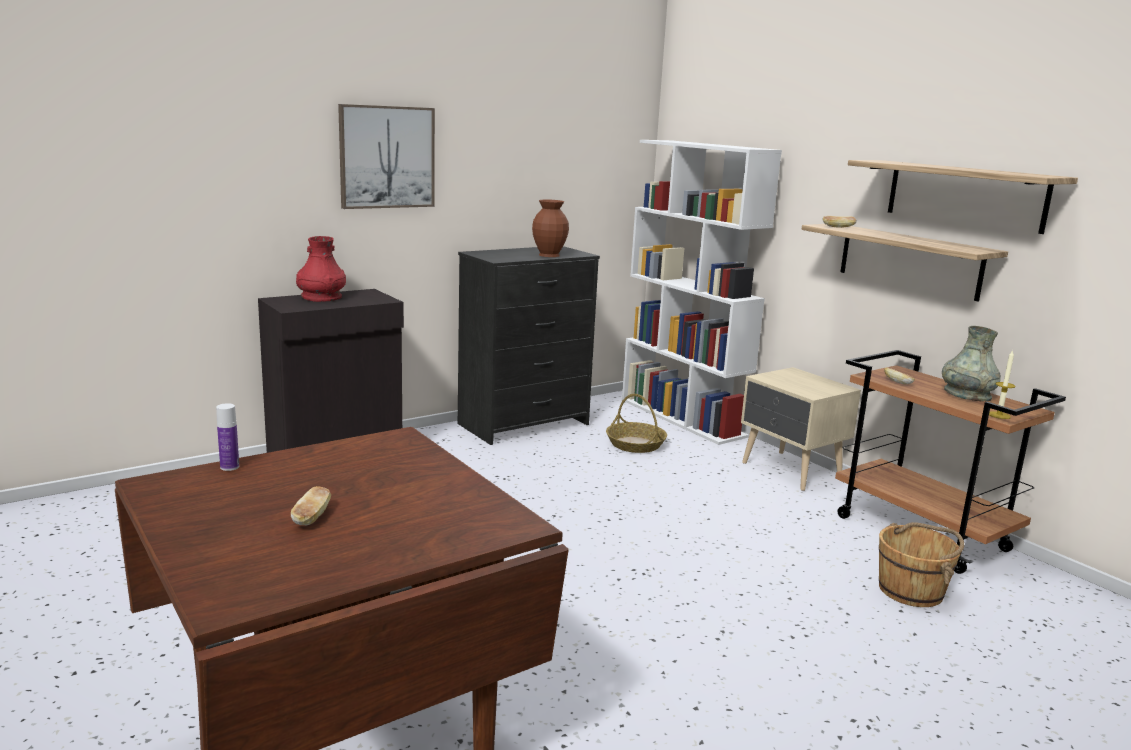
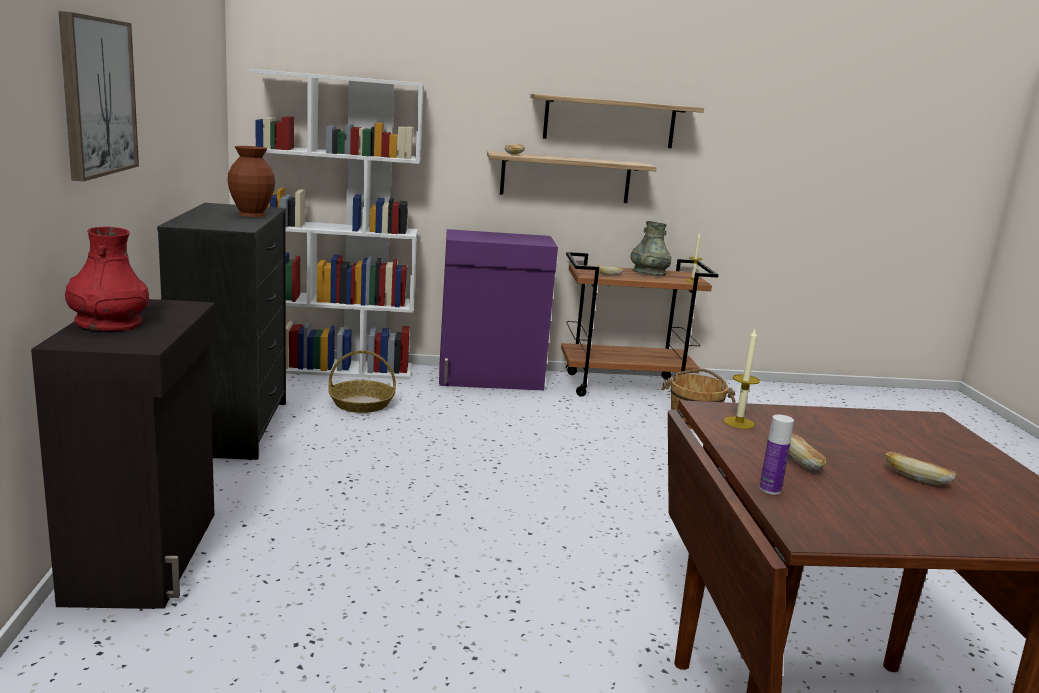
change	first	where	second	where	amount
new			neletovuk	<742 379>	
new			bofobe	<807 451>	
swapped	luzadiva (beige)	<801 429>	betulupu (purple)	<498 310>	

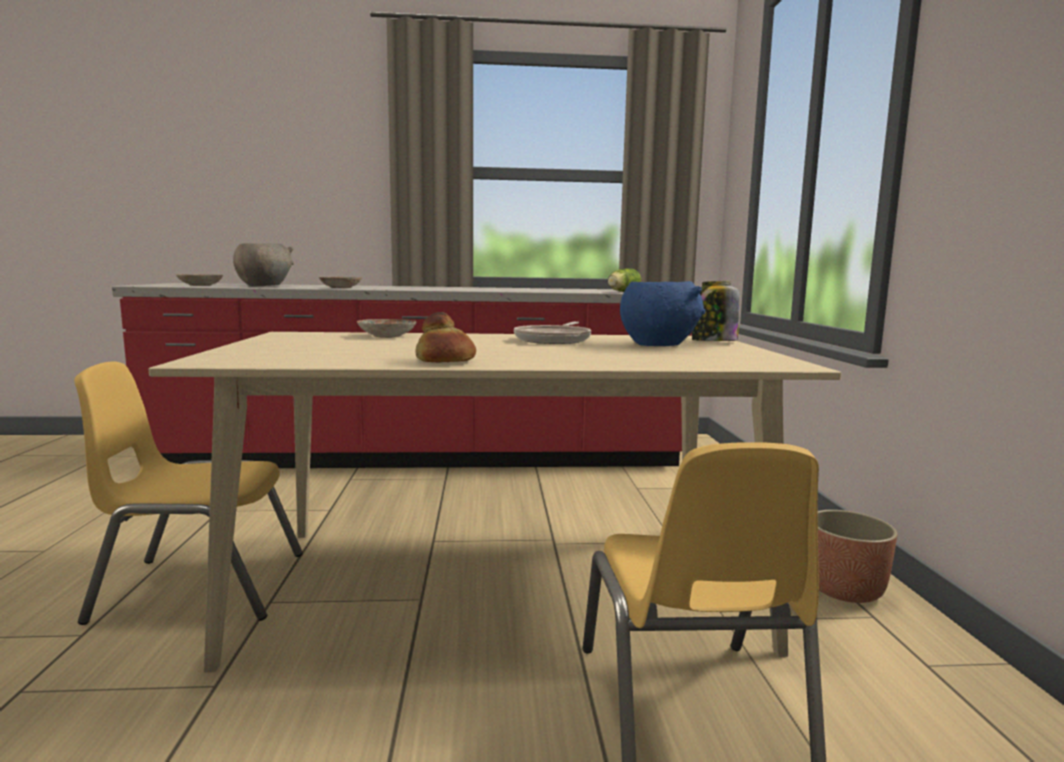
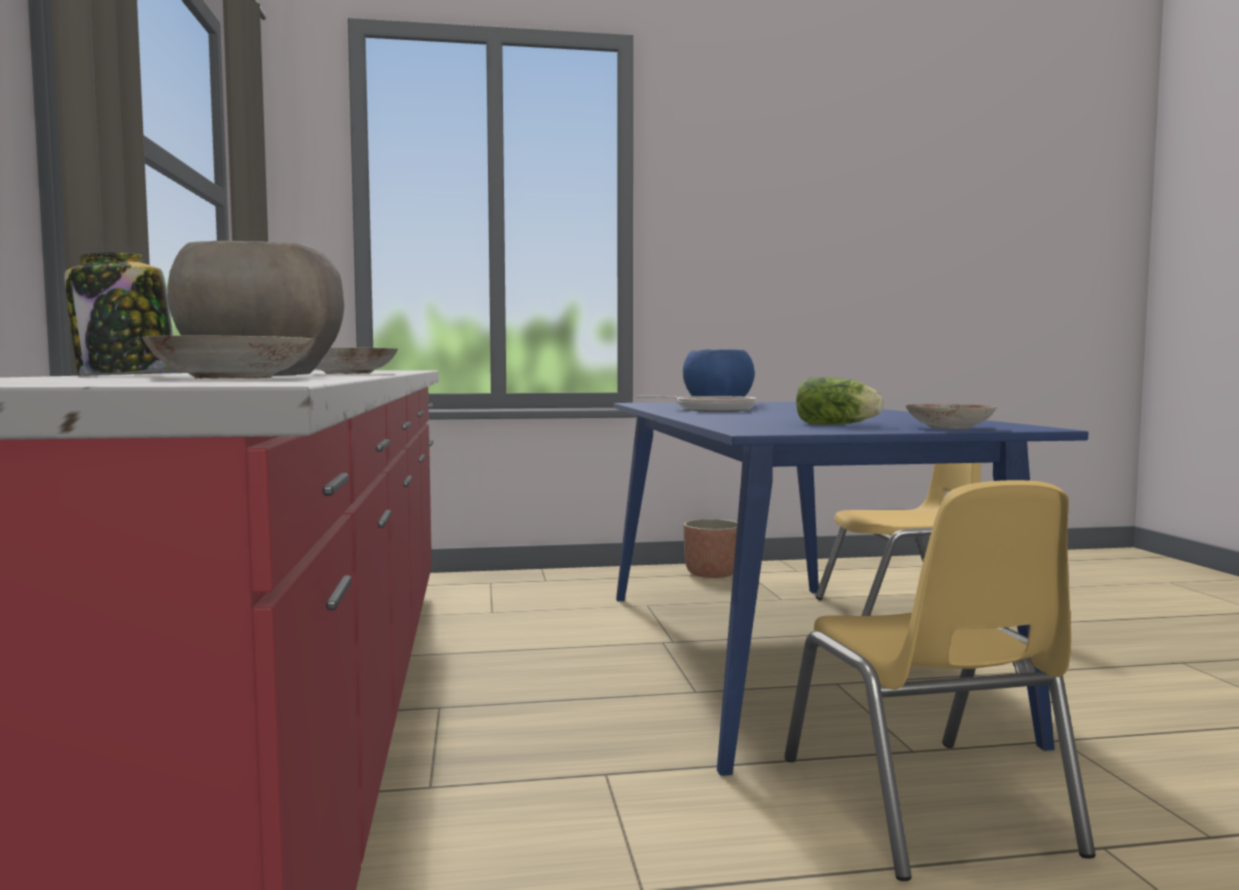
change	first	where	second	where	amount
gone	bofobe	<445 337>			
shifted	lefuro	<387 328>		<951 416>	
shifted	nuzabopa	<624 280>		<840 401>	
shifted	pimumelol	<715 311>		<119 314>	
repainted	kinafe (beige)	<495 502>	kinafe (blue)	<851 589>	

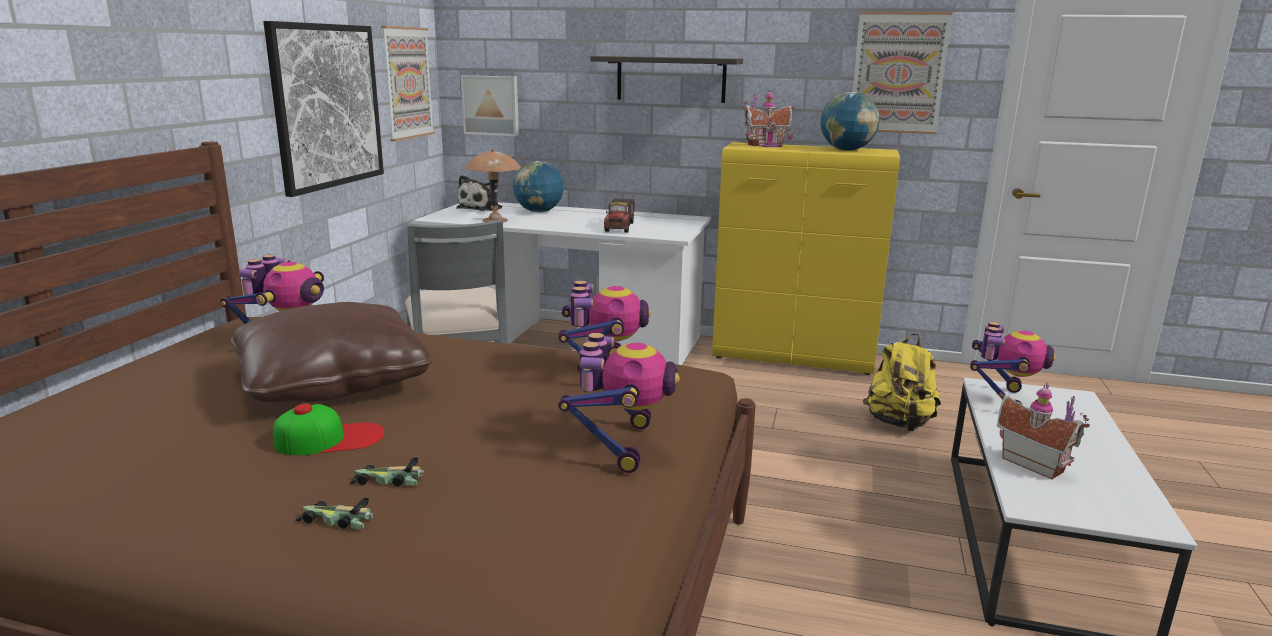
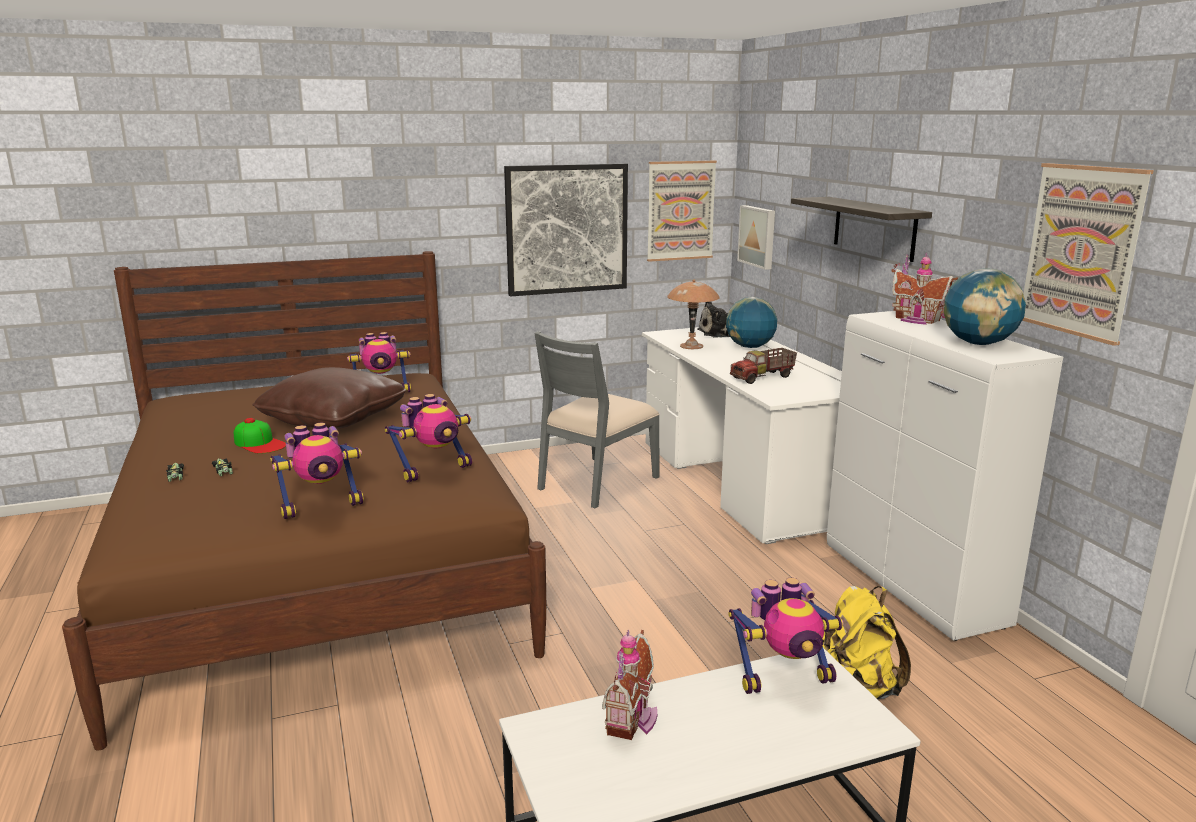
change	first	where	second	where	amount
repainted	betulupu (yellow)	<806 258>	betulupu (white)	<945 476>	

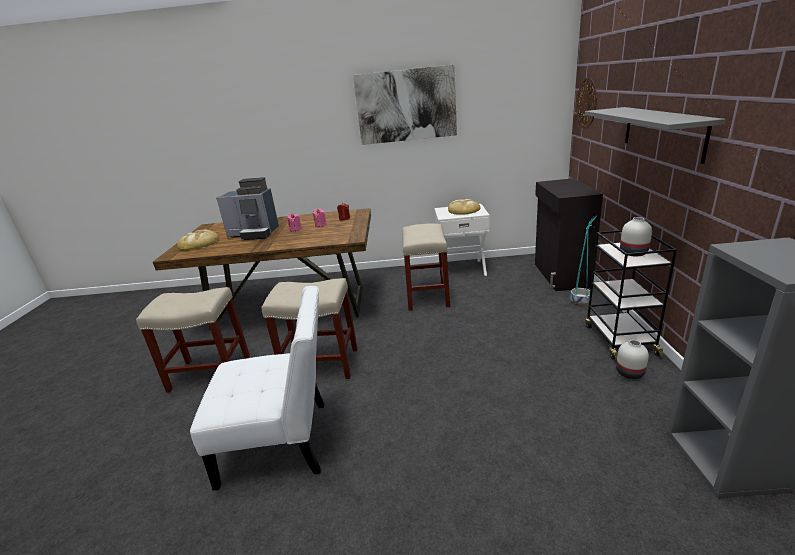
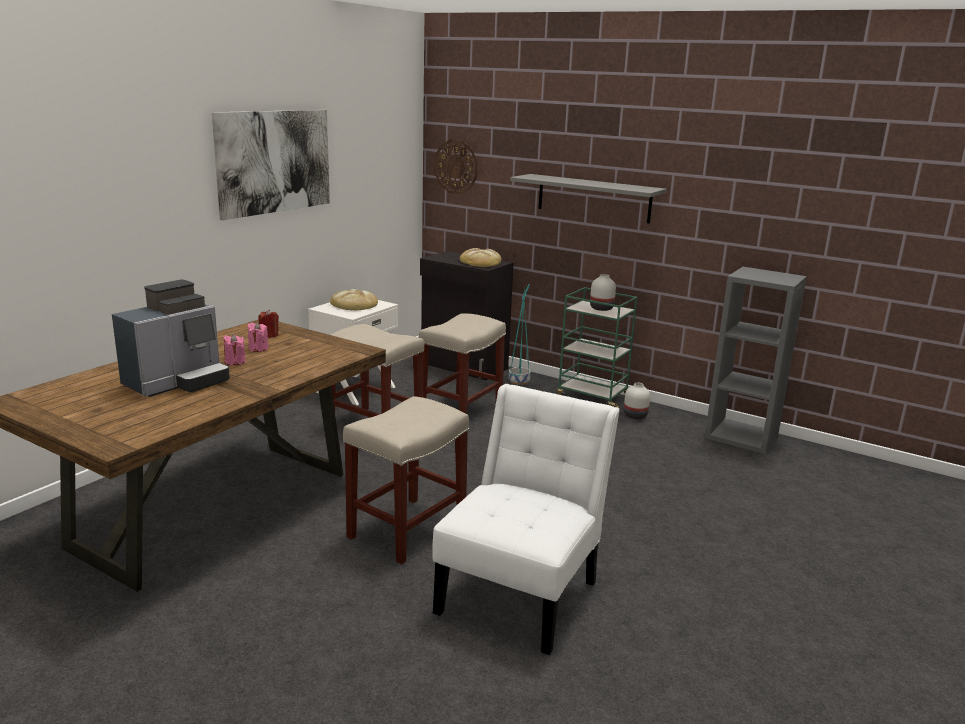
change	first	where	second	where	amount
shifted	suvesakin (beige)	<193 339>		<462 363>	
shifted	bofobe	<198 240>		<480 257>	
repainted	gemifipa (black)	<631 295>	gemifipa (green)	<597 347>	

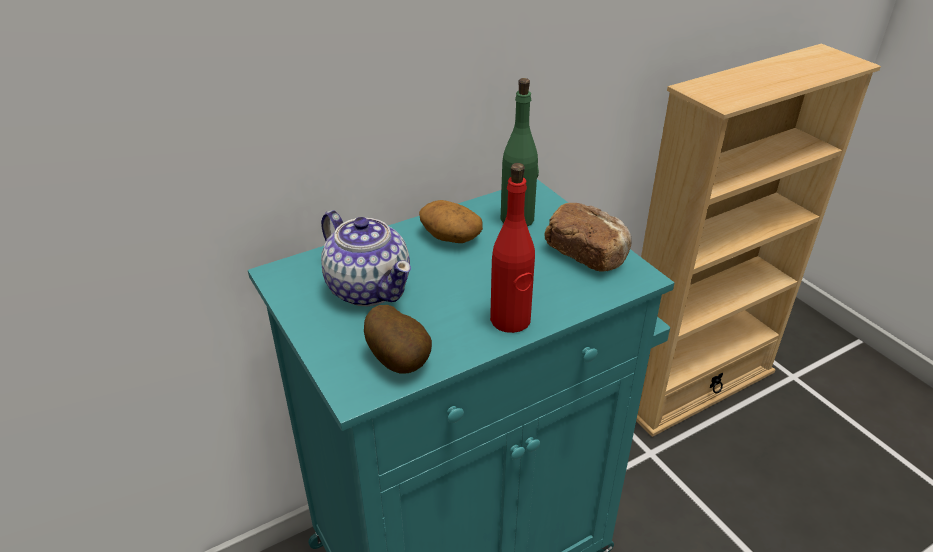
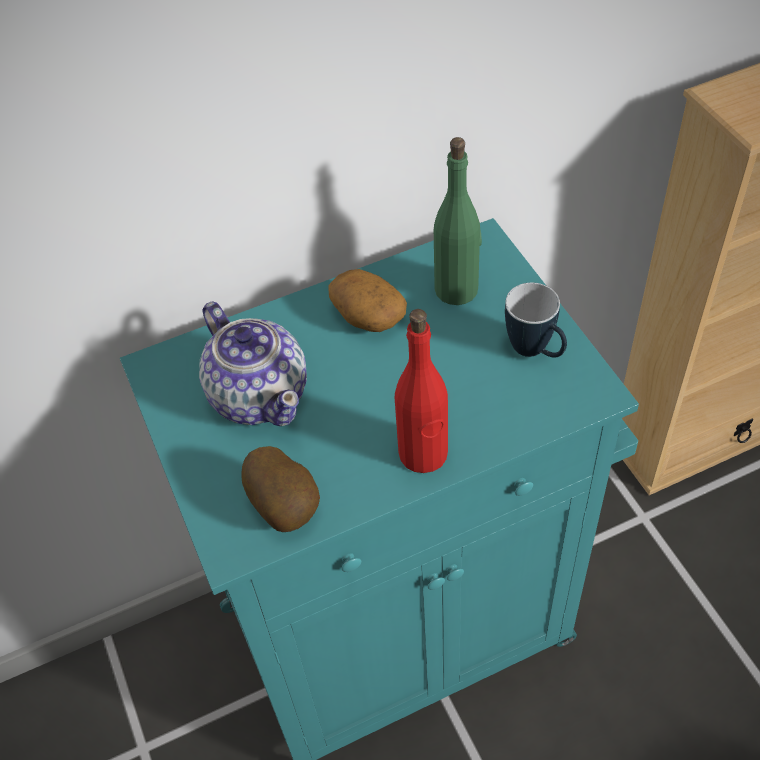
change	first	where	second	where	amount
swapped	bofobe	<588 237>	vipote	<536 320>	

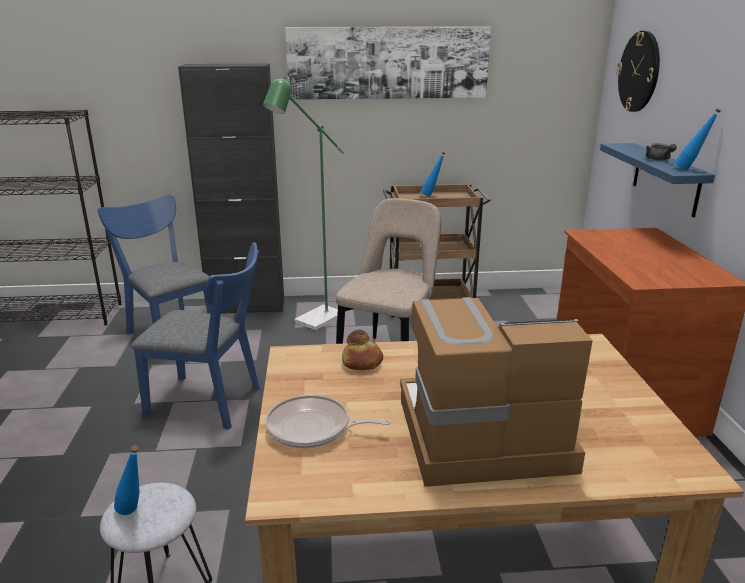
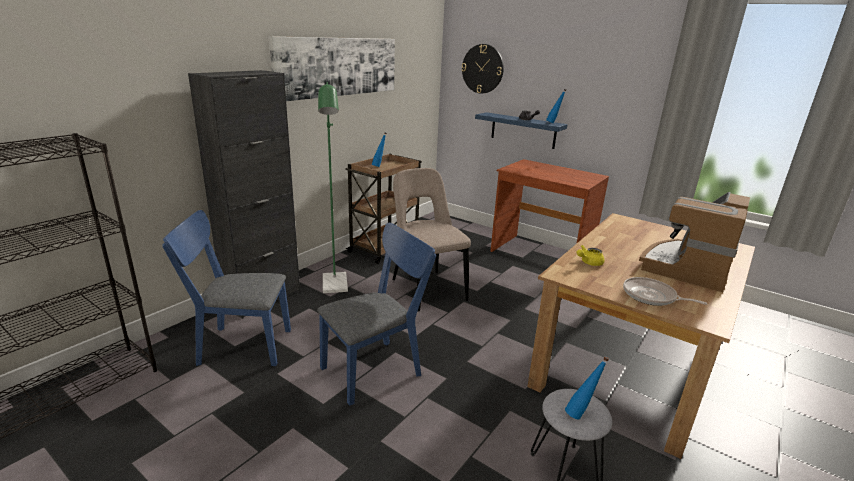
change	first	where	second	where	amount
swapped	bofobe	<362 350>	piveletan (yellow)	<590 255>	
rotated	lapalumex	<328 422>		<665 291>	75 degrees clockwise

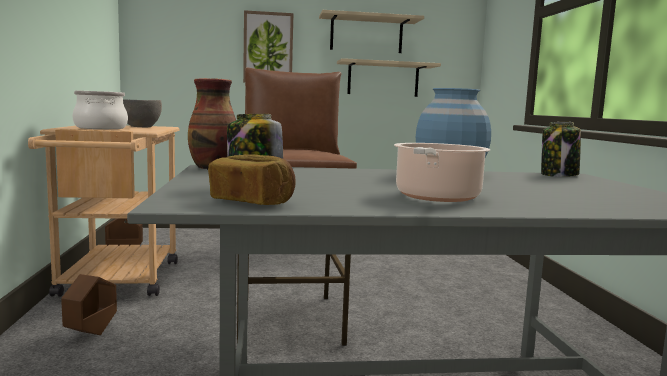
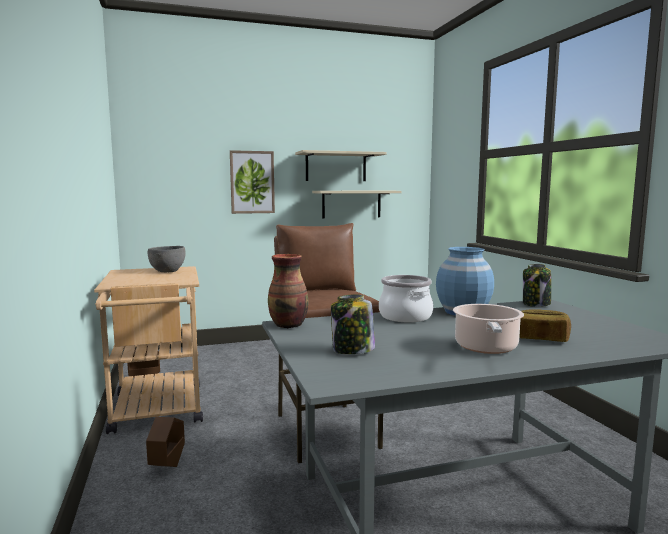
change	first	where	second	where	amount
shifted	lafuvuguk	<100 110>		<406 299>	
shifted	bofobe	<252 179>		<545 325>	

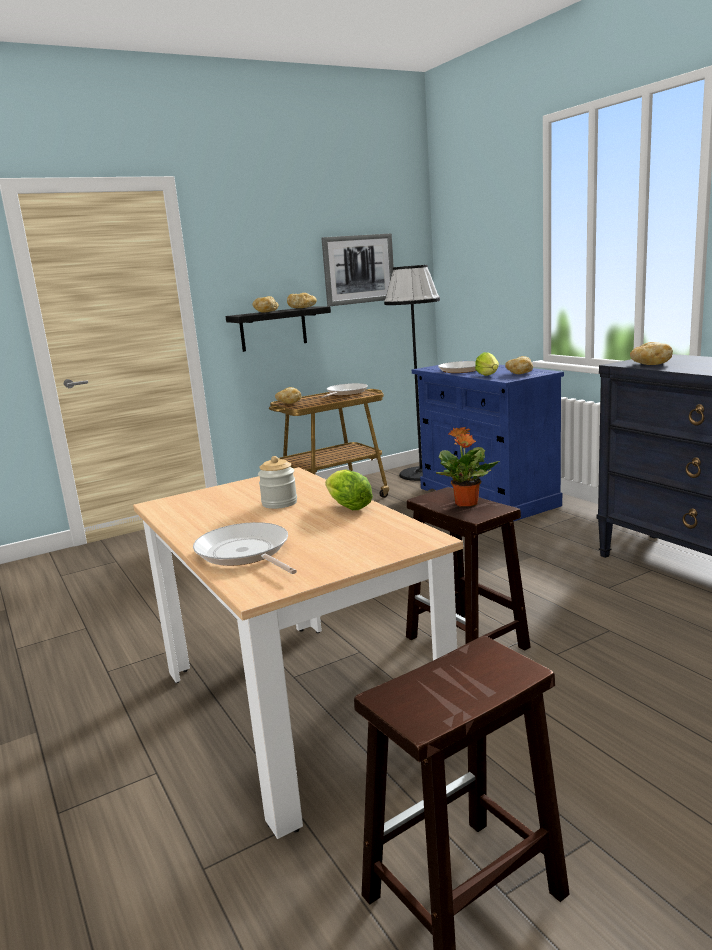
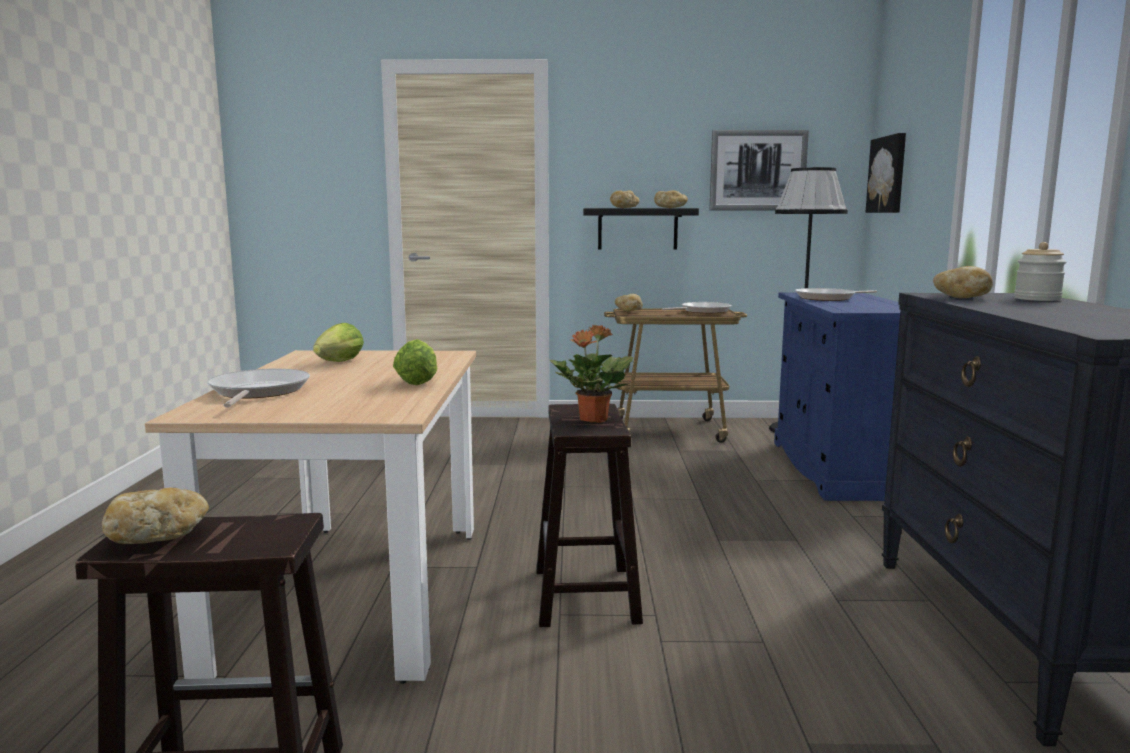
change	first	where	second	where	amount
new			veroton	<886 173>	
shifted	pimumelol	<277 482>		<1040 271>	
shifted	nuzabopa	<487 364>		<338 342>	
shifted	bofobe	<519 365>		<155 516>	

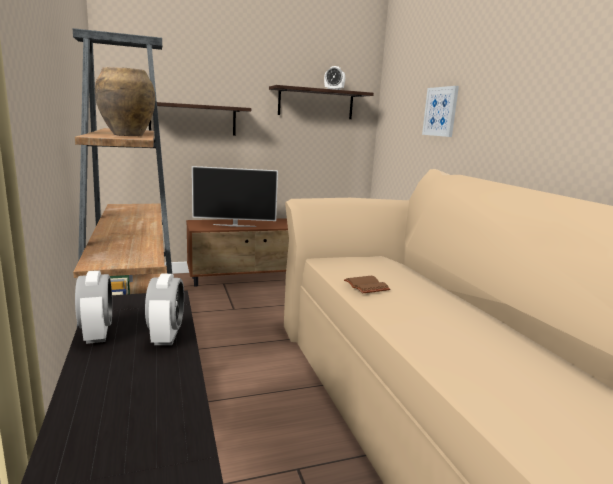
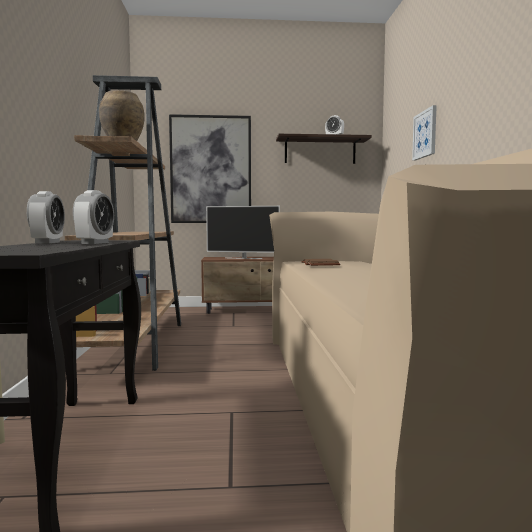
change	first	where	second	where	amount
swapped	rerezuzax	<200 119>	veroton	<210 168>	

